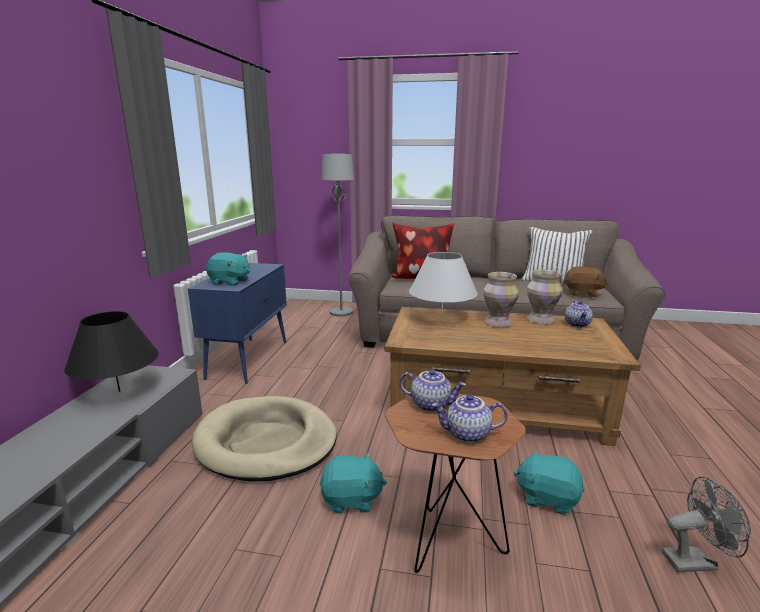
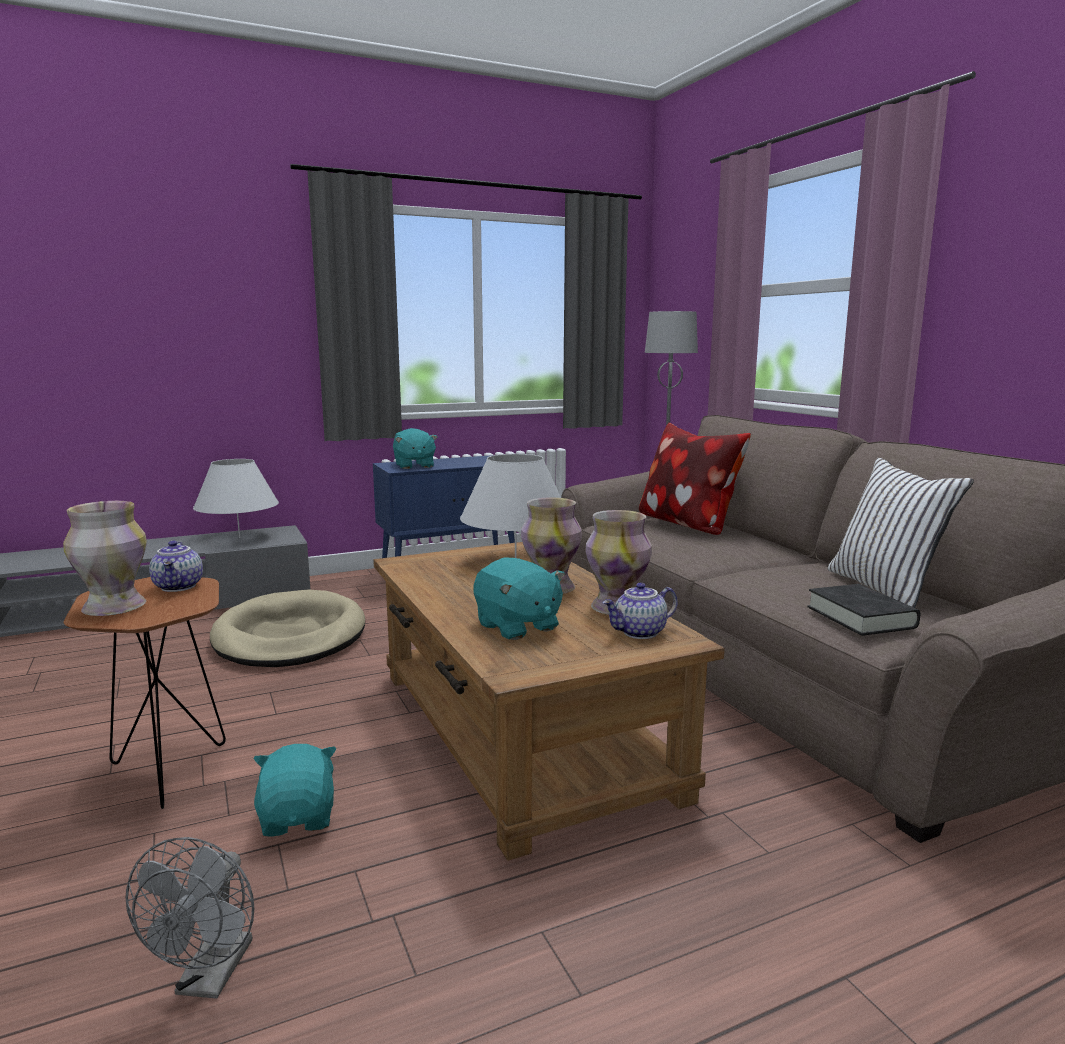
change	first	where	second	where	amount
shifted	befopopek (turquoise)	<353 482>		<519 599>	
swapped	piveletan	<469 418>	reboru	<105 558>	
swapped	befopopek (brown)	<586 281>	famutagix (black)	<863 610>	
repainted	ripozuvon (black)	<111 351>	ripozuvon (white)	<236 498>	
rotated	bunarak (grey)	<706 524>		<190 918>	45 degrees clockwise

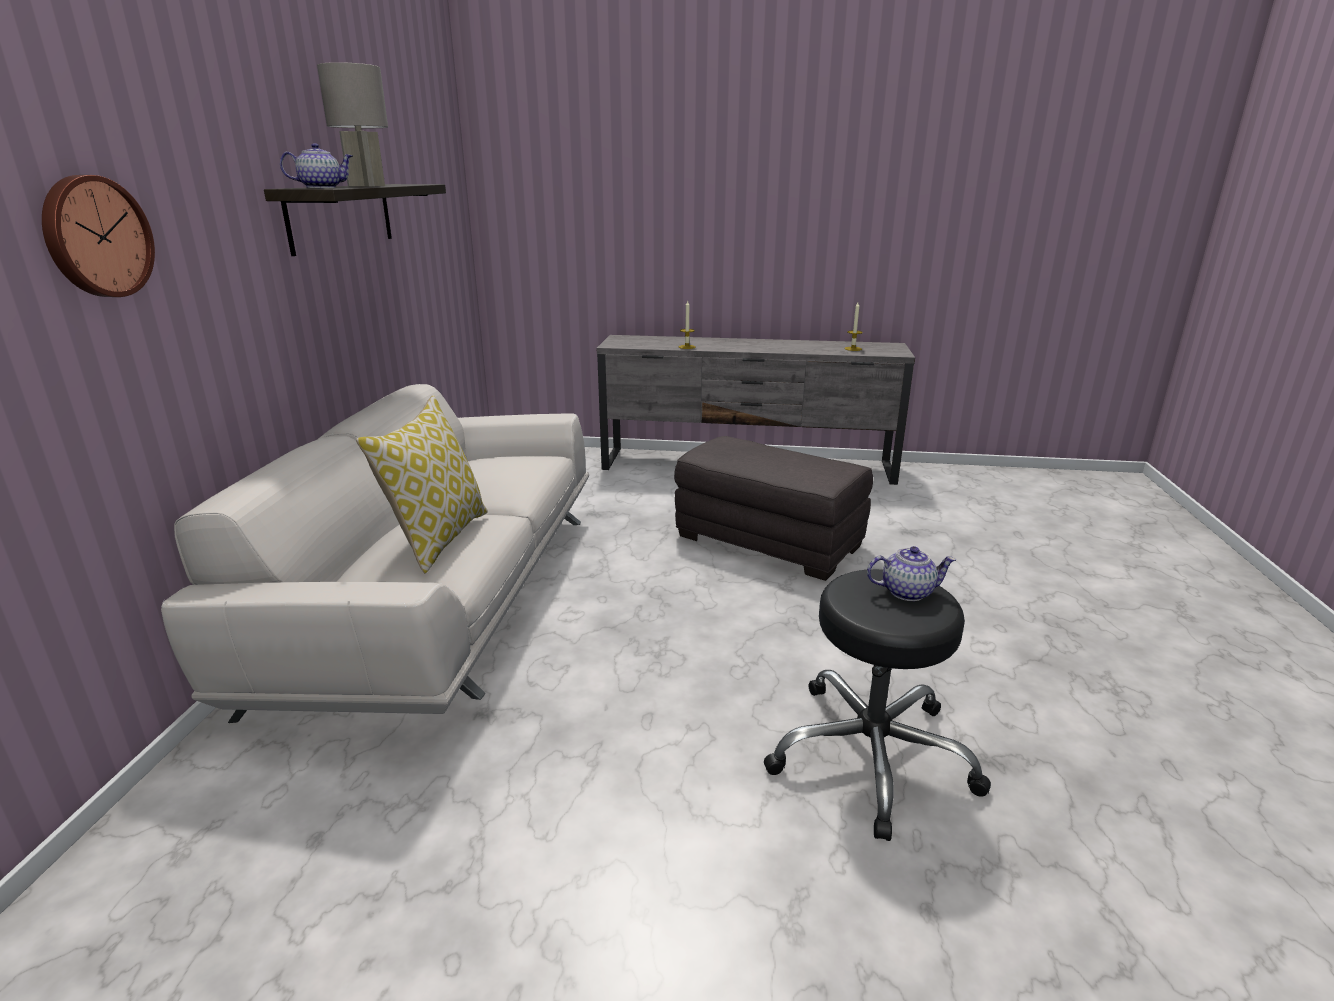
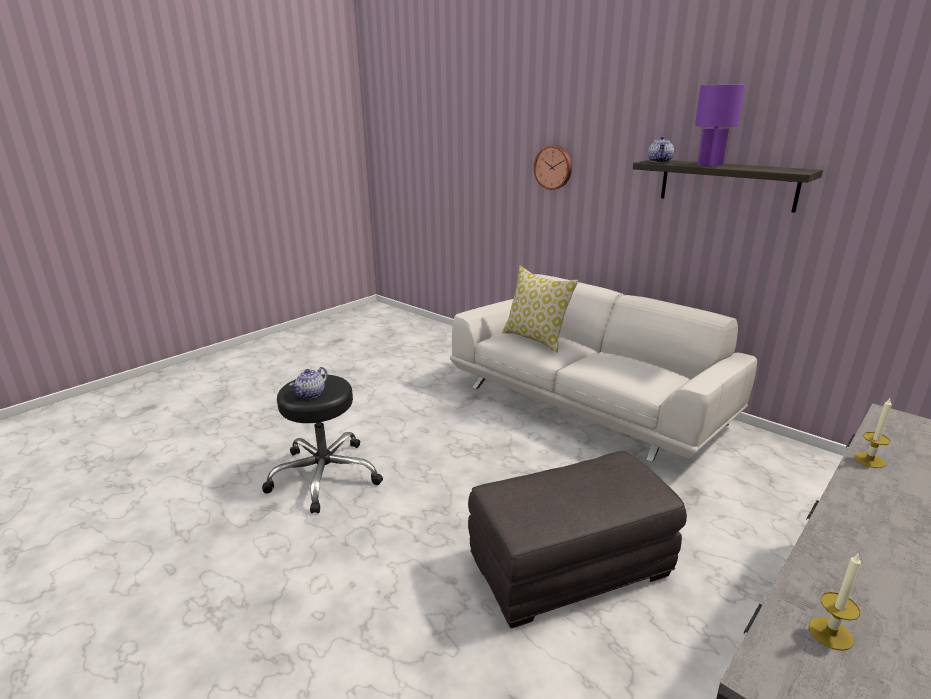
change	first	where	second	where	amount
repainted	ripozuvon (grey)	<352 124>	ripozuvon (purple)	<720 125>	

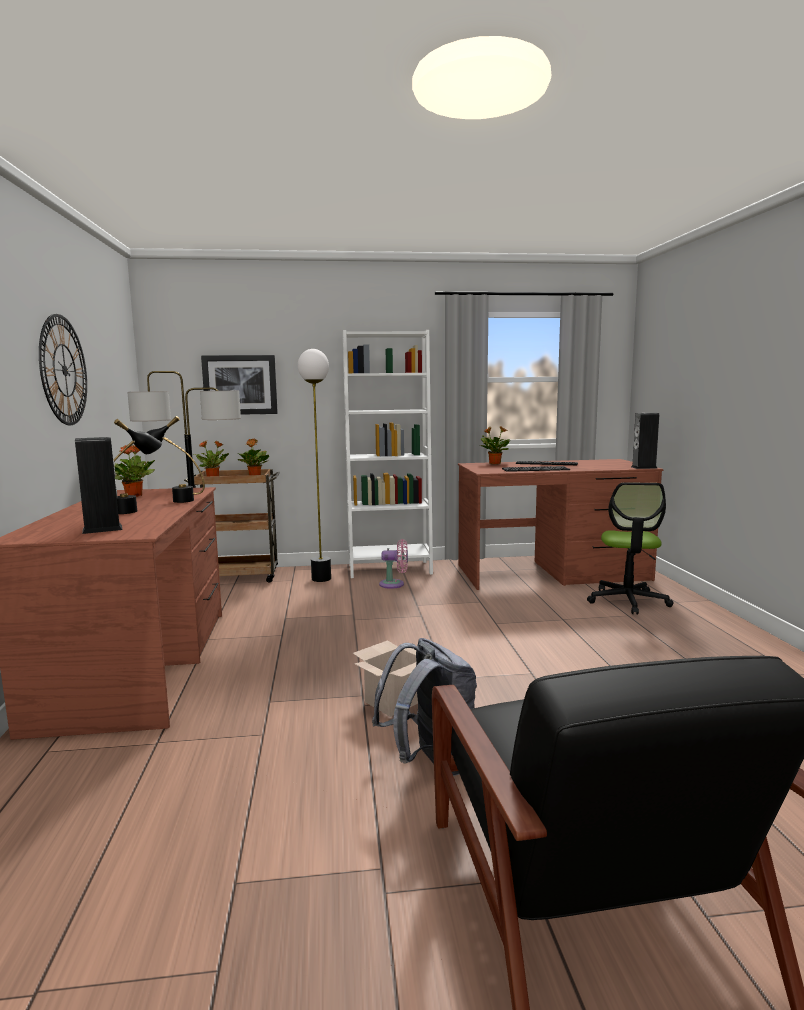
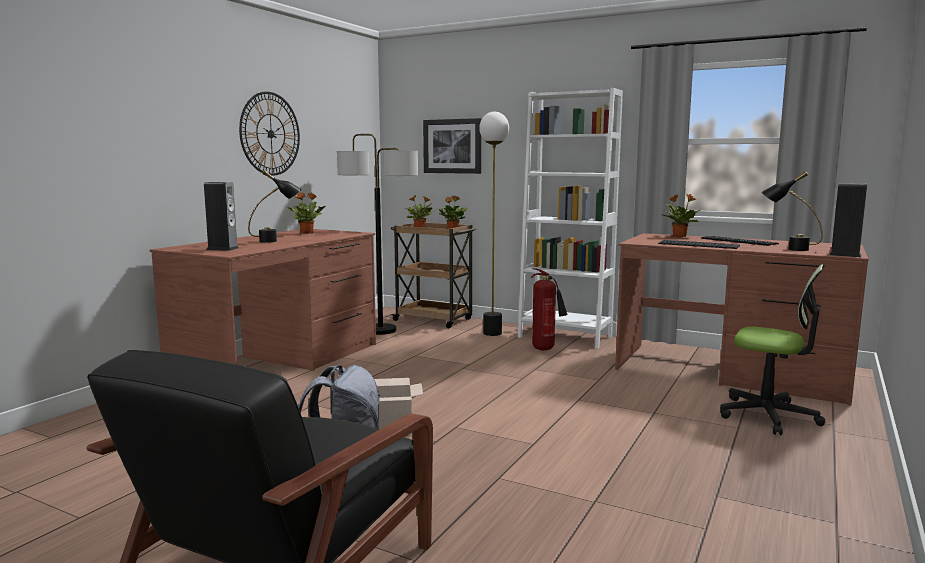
change	first	where	second	where	amount
shifted	ripozuvon (black)	<175 459>		<792 211>	
swapped	bunarak (pink)	<393 564>	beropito	<549 309>	
rotated	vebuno	<630 548>		<772 349>	105 degrees counterclockwise

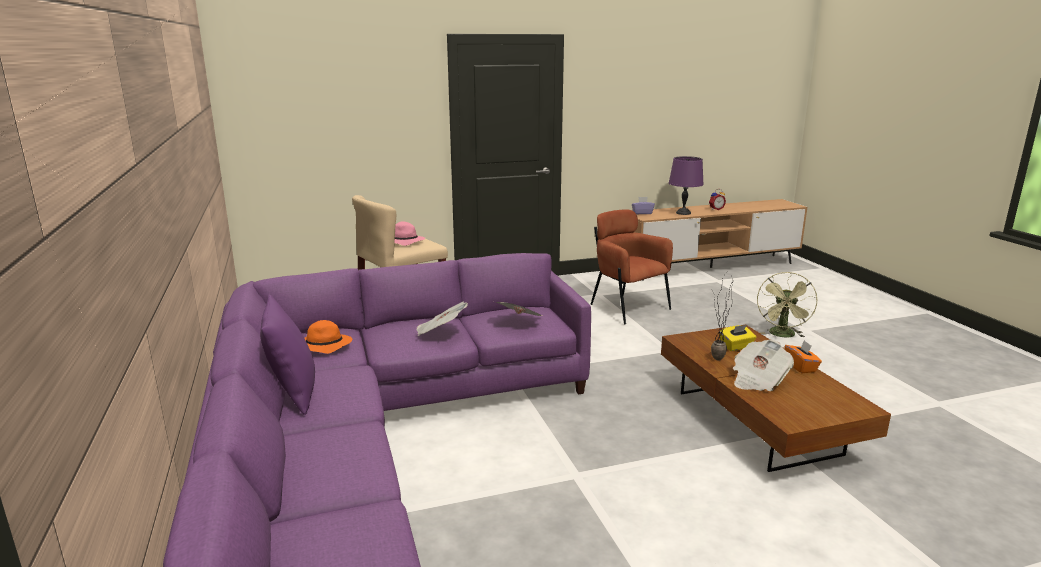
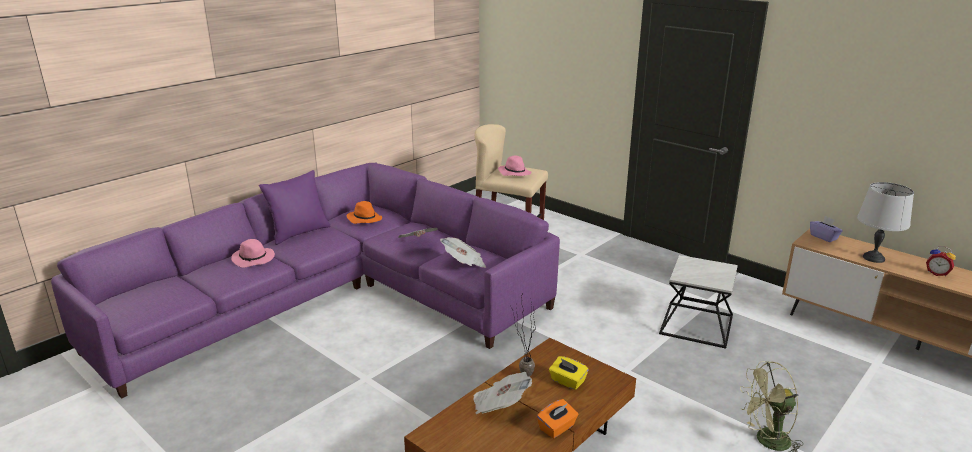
change	first	where	second	where	amount
new			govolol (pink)	<253 253>	
swapped	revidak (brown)	<631 267>	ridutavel	<698 302>	
repainted	ripozuvon (purple)	<686 185>	ripozuvon (grey)	<885 222>	

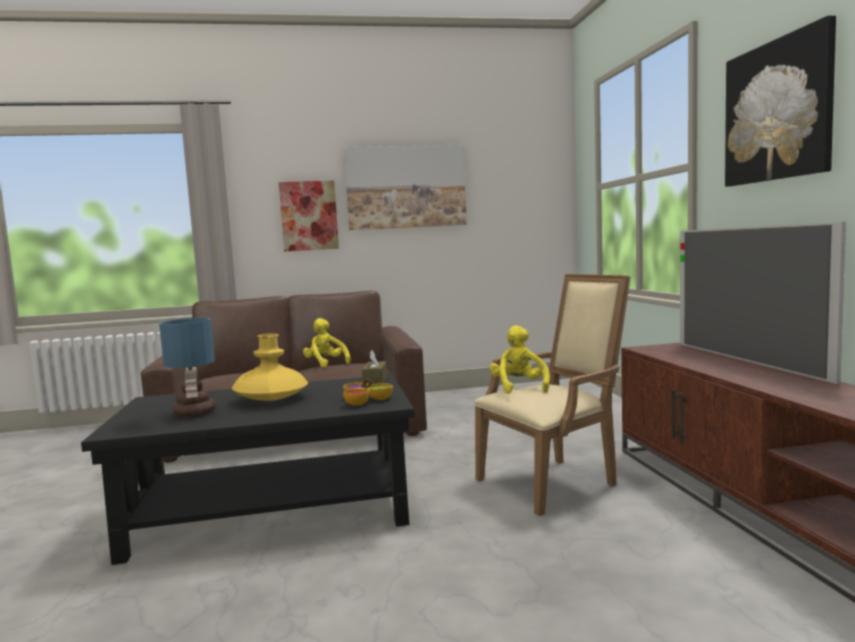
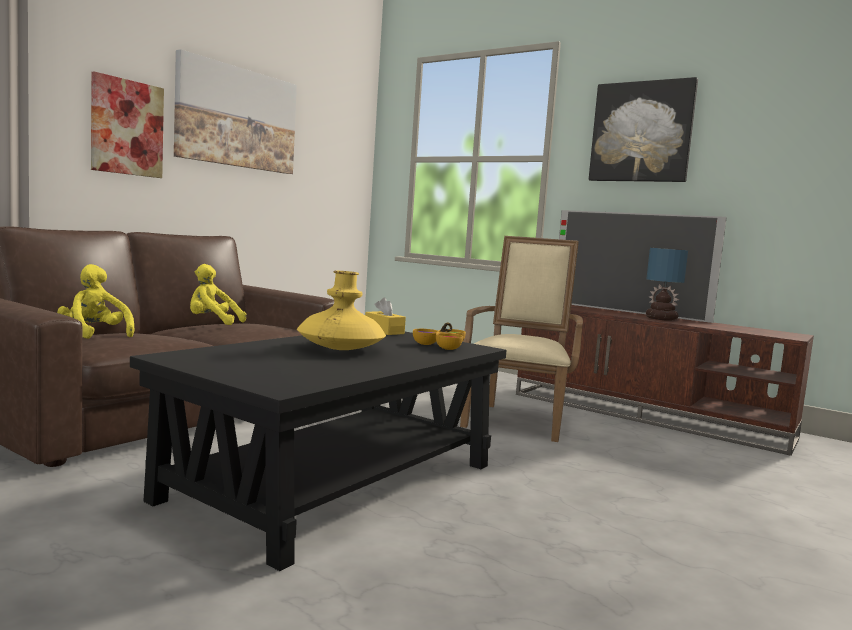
change	first	where	second	where	amount
shifted	ripozuvon	<187 368>		<667 284>	
shifted	befopopek (yellow)	<520 359>		<95 301>	
repainted	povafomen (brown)	<374 367>	povafomen (yellow)	<385 316>	

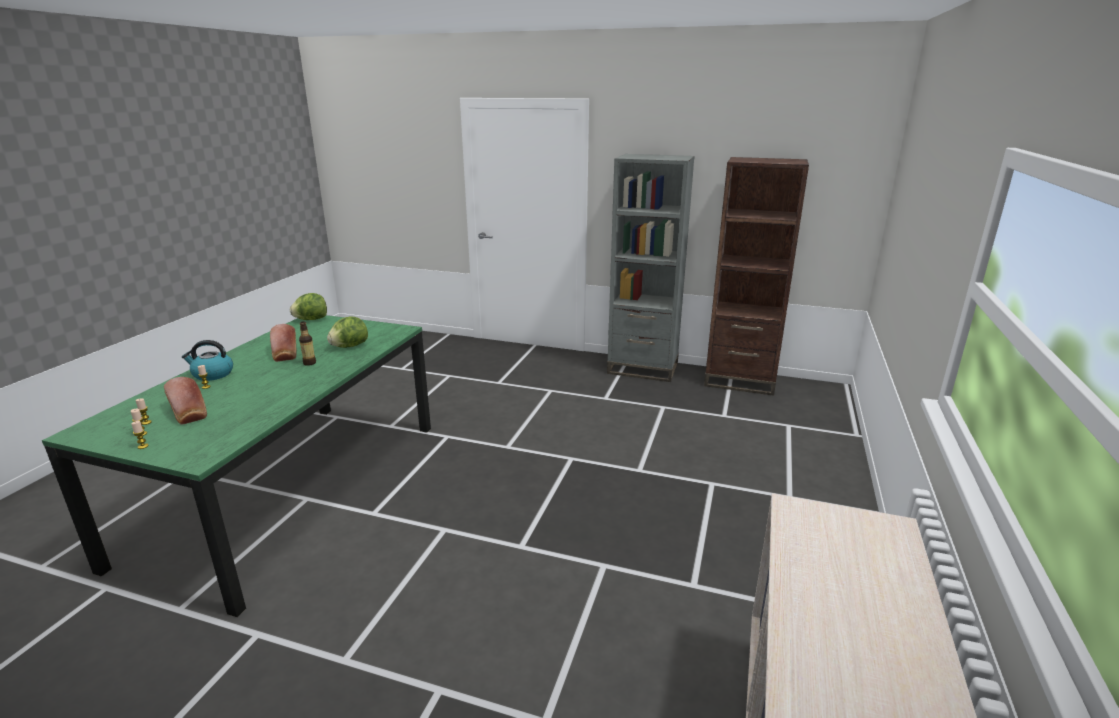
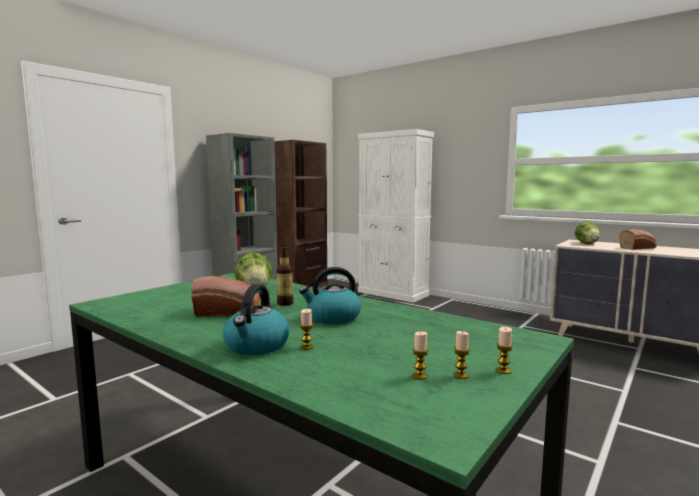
change	first	where	second	where	amount
new			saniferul	<330 295>	
new			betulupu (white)	<396 216>	
shifted	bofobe	<185 401>		<638 239>	
shifted	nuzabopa	<308 306>		<587 233>	

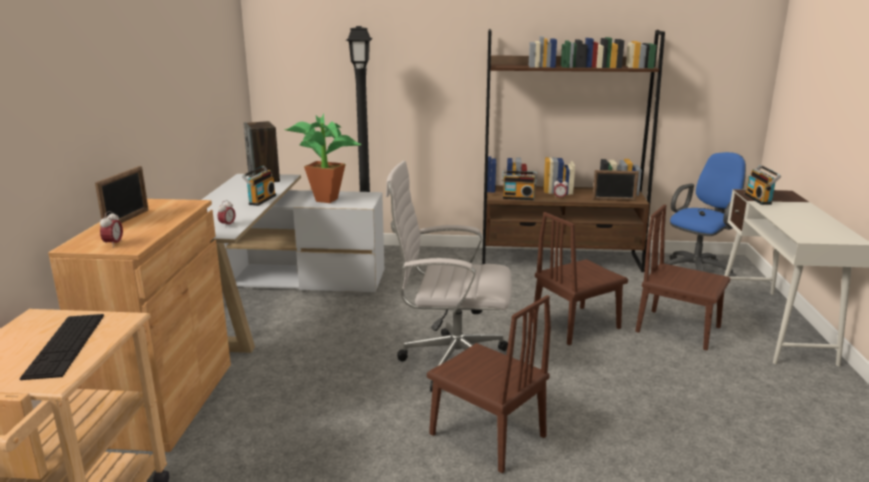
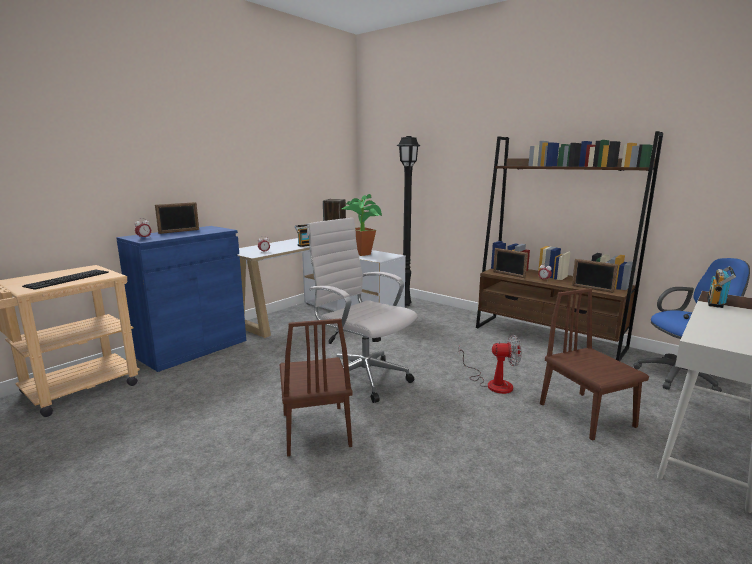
change	first	where	second	where	amount
swapped	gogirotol	<519 185>	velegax	<510 263>	
swapped	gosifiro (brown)	<580 278>	bunarak	<490 364>	
repainted	betulupu (brown)	<139 325>	betulupu (blue)	<181 299>	

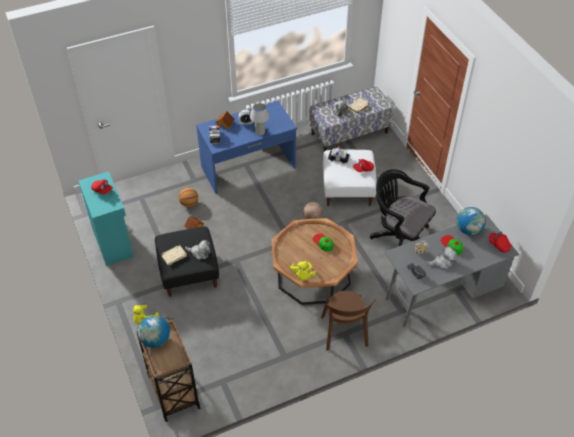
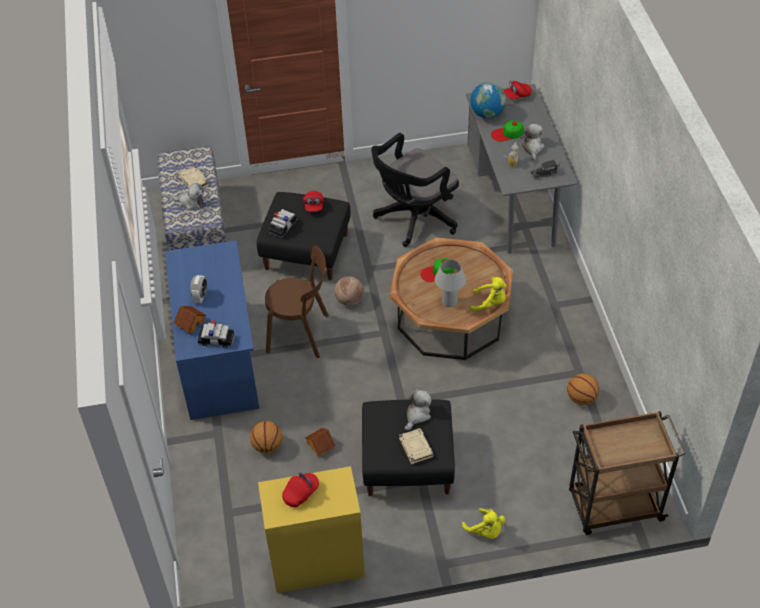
change	first	where	second	where	amount
gone	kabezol	<154 332>			
new			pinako	<583 389>	
shifted	ripozuvon (white)	<260 119>		<450 283>	
shifted	gosifiro (brown)	<348 321>		<296 302>	
repainted	betulupu (turquoise)	<105 218>	betulupu (yellow)	<311 529>	
repainted	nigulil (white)	<350 178>	nigulil (black)	<304 236>	

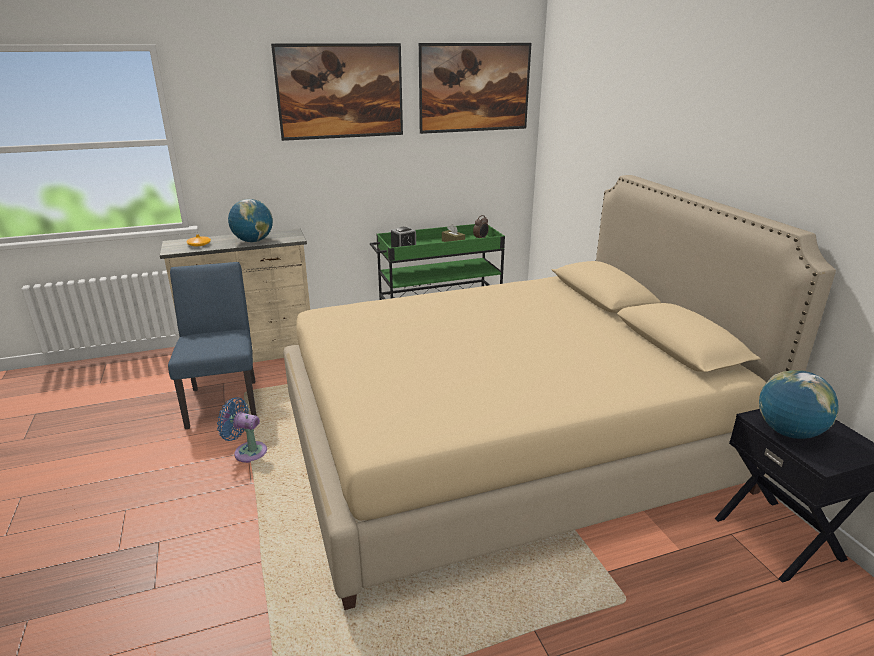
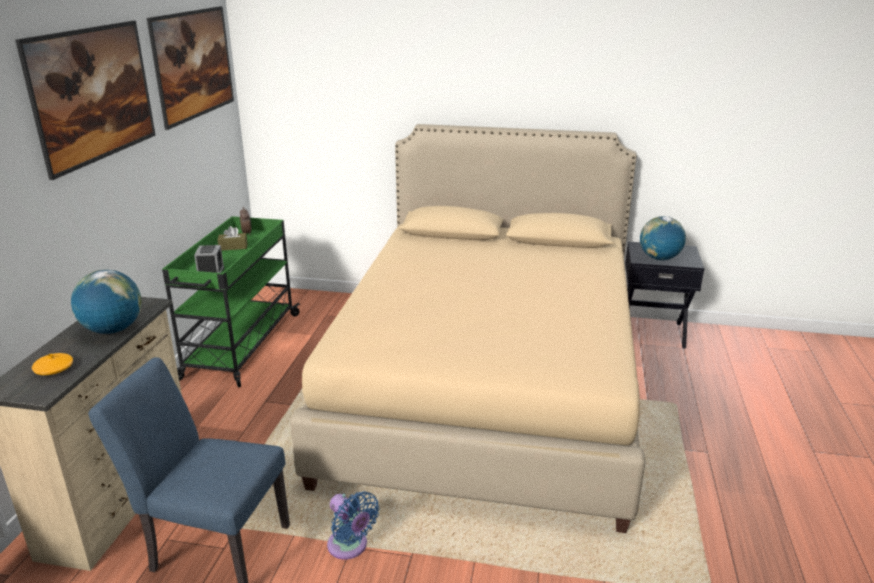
change	first	where	second	where	amount
rotated	bunarak (blue)	<242 430>		<353 525>	90 degrees counterclockwise

